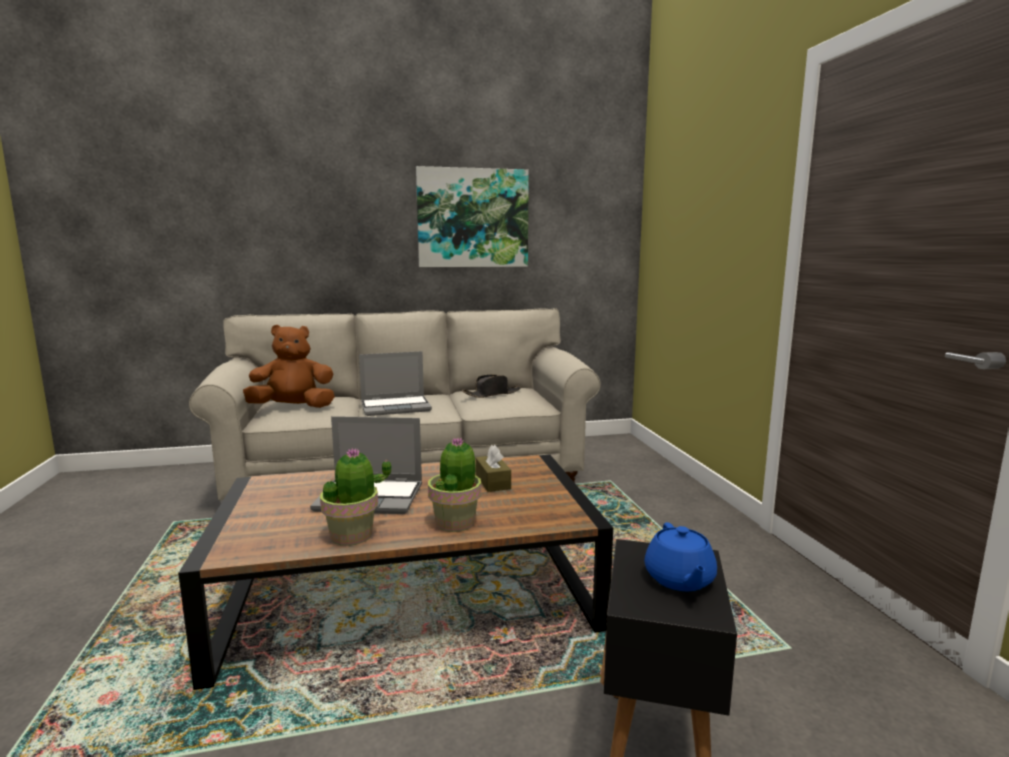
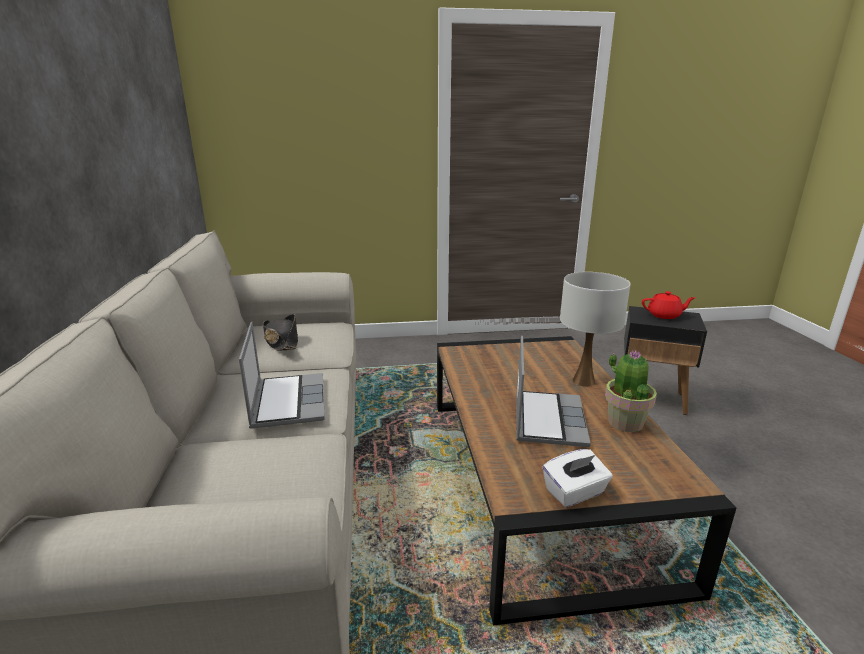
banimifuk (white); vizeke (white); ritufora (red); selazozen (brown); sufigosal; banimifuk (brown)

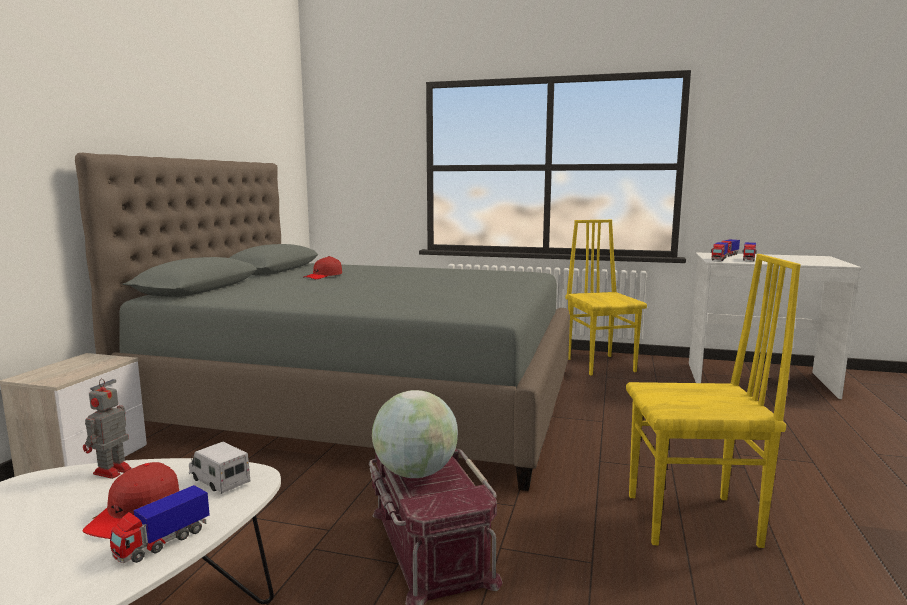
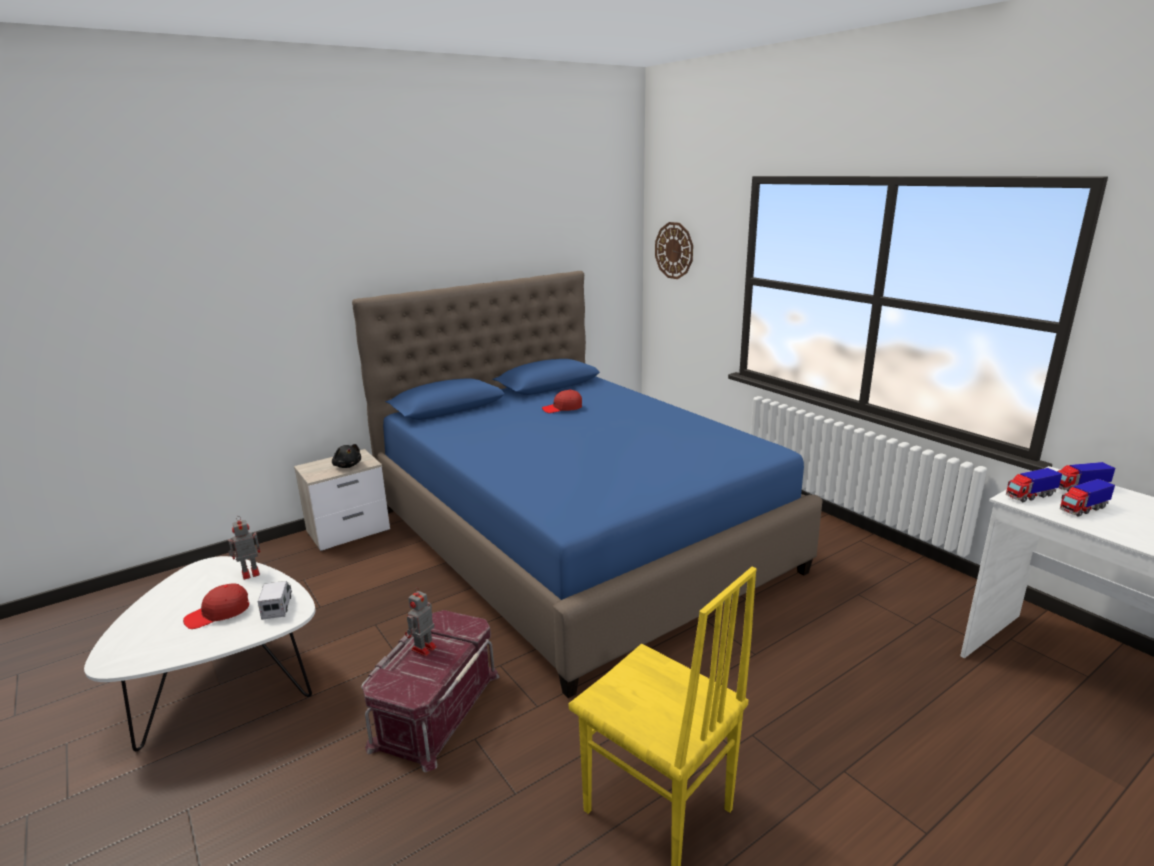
selazozen (black); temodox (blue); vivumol (no. 2 from left); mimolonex; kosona (no. 1 from left in the first image); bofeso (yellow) (no. 1 from left in the first image)

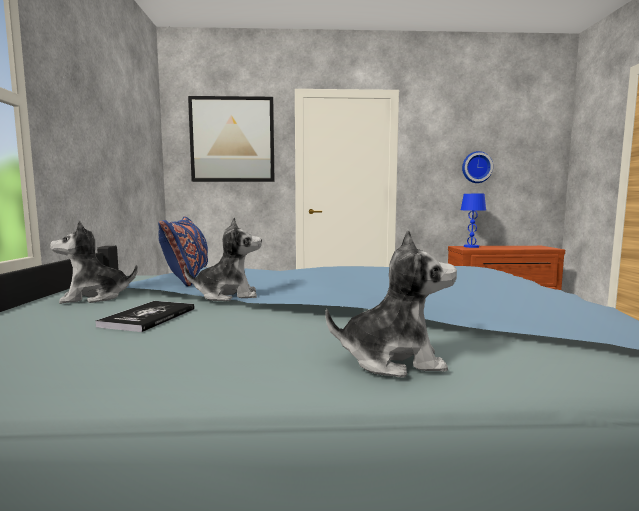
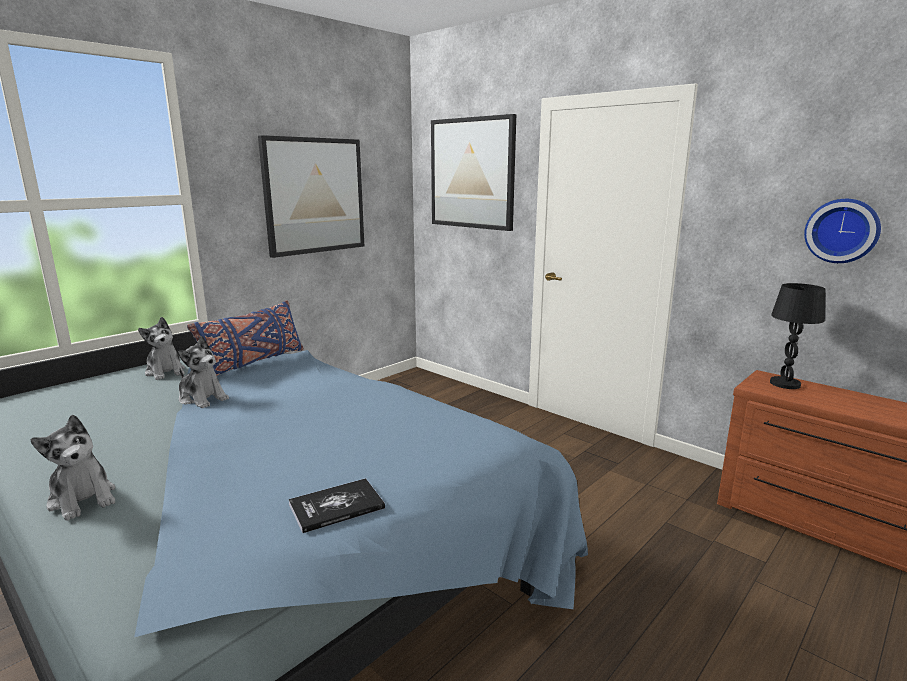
selazozen (no. 2 from left); sufigosal (no. 1 from left); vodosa; vizeke (black)

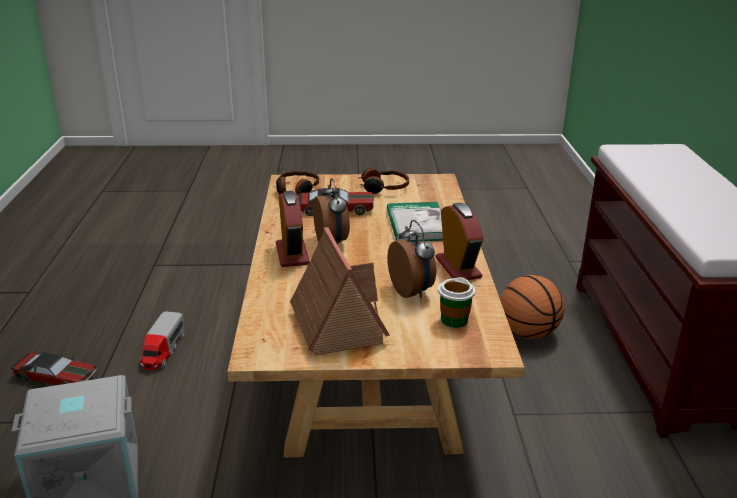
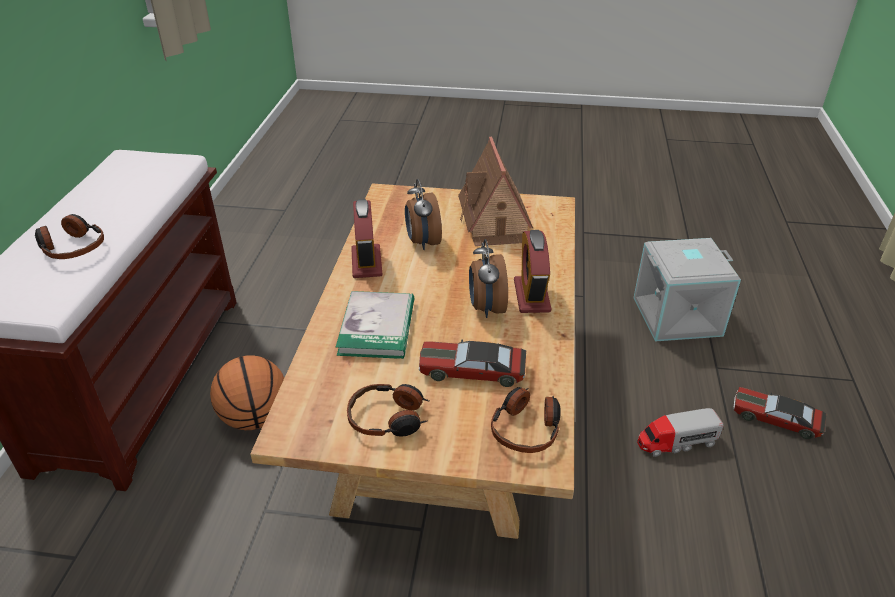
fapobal (no. 1 from left); kosona; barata

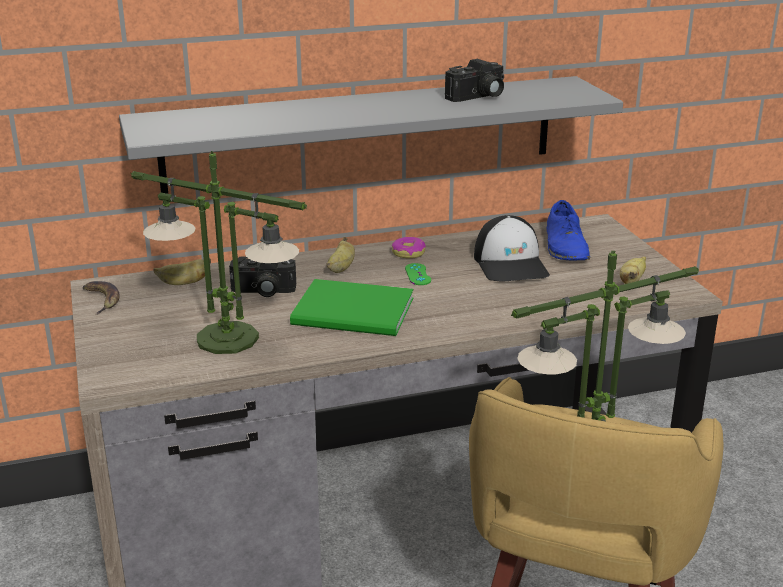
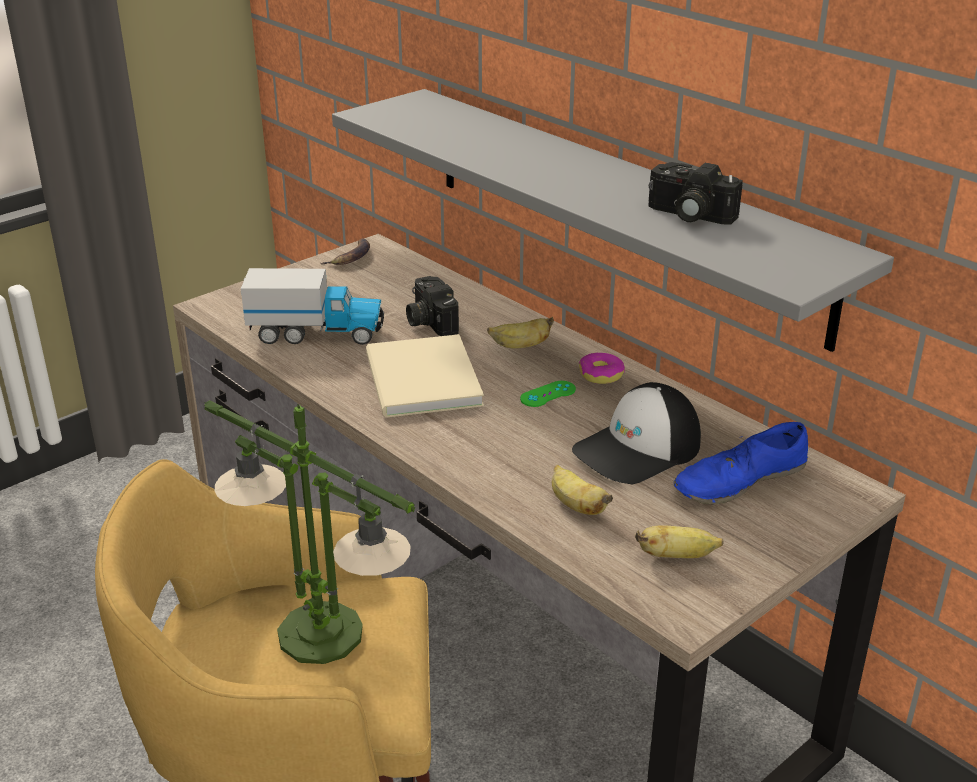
kosona; vodosa (beige); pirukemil (no. 3 from left)

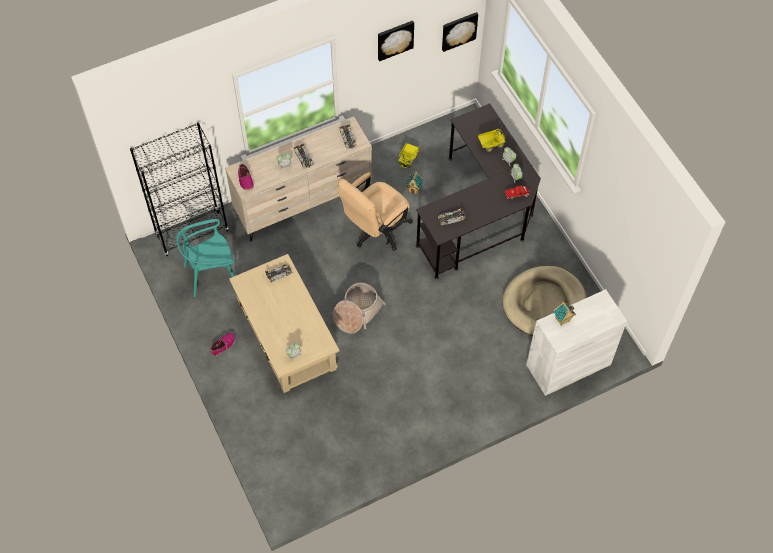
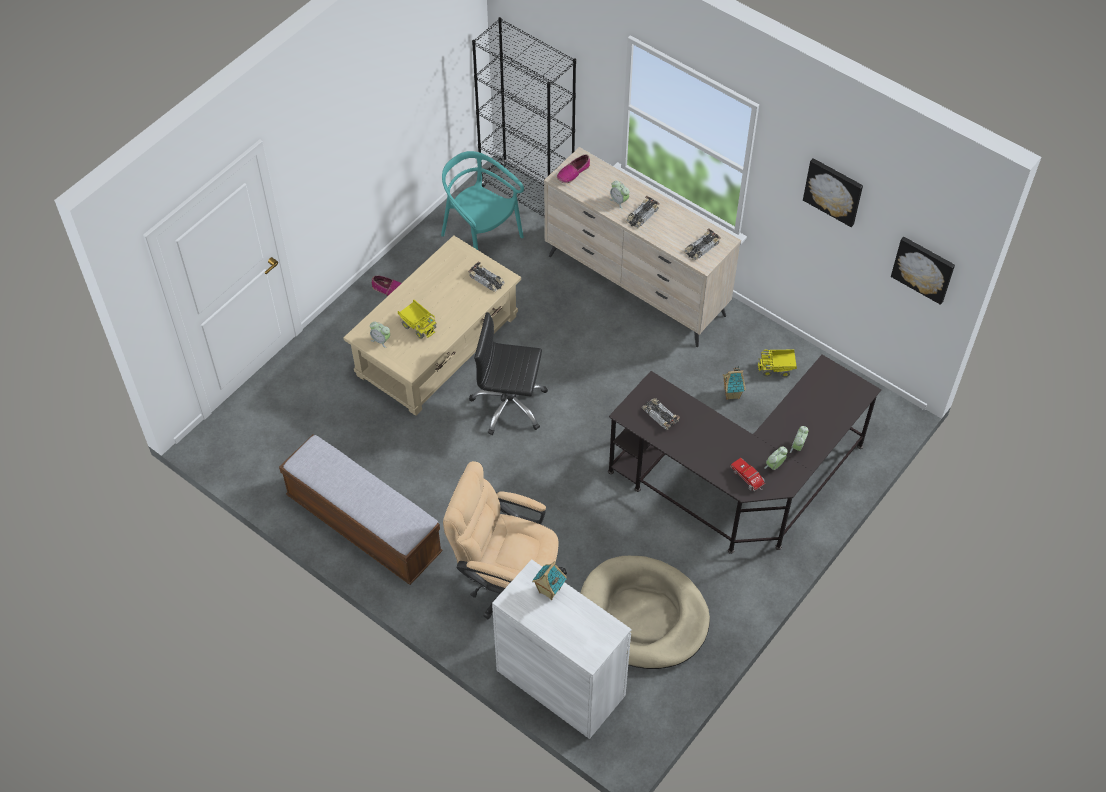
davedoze; kosona (no. 1 from left); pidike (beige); pidike (black)

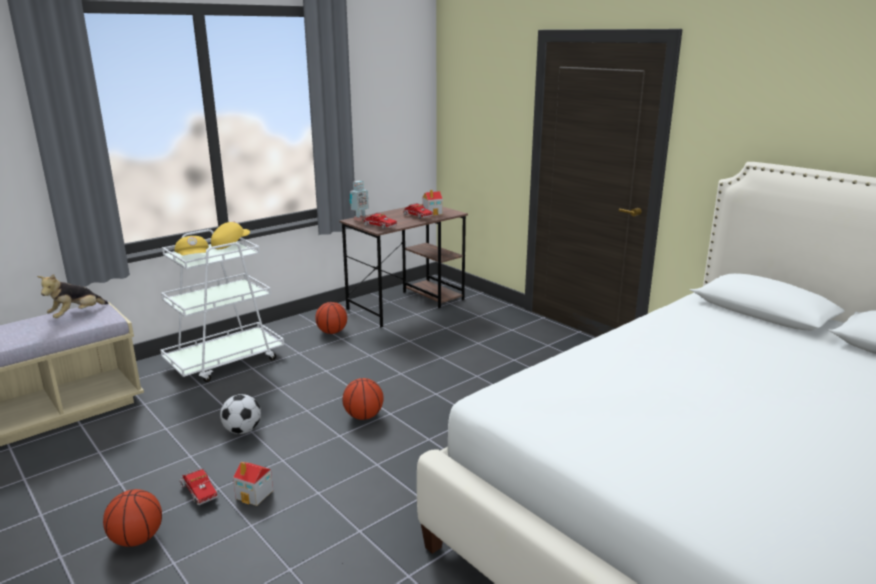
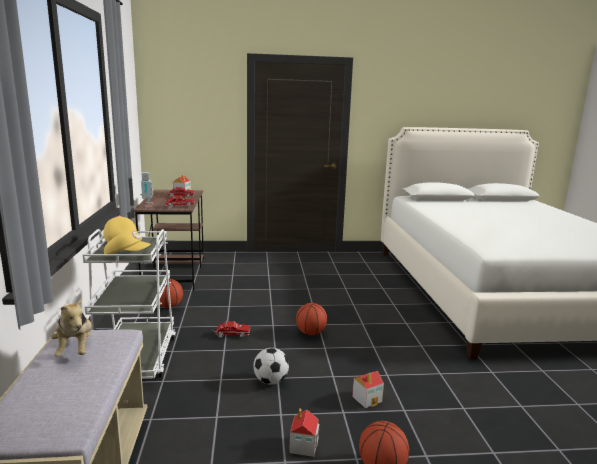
kosona (no. 3 from left); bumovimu (no. 2 from left)

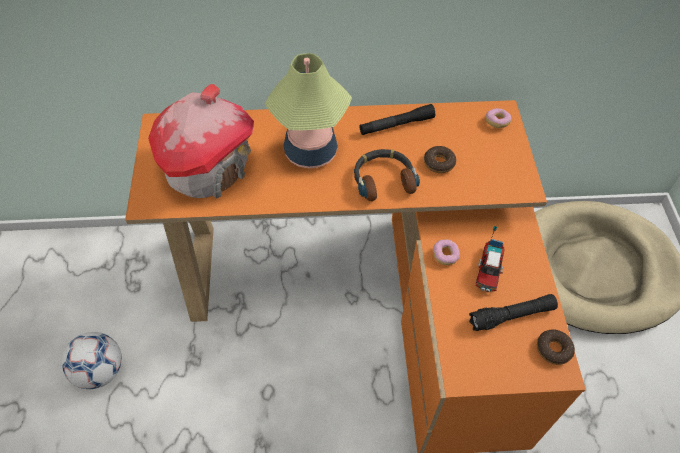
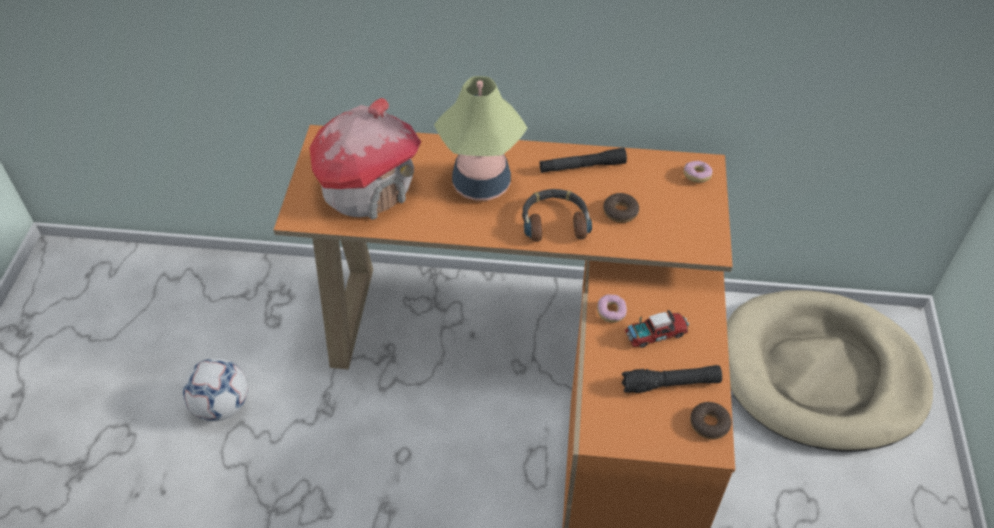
kosona

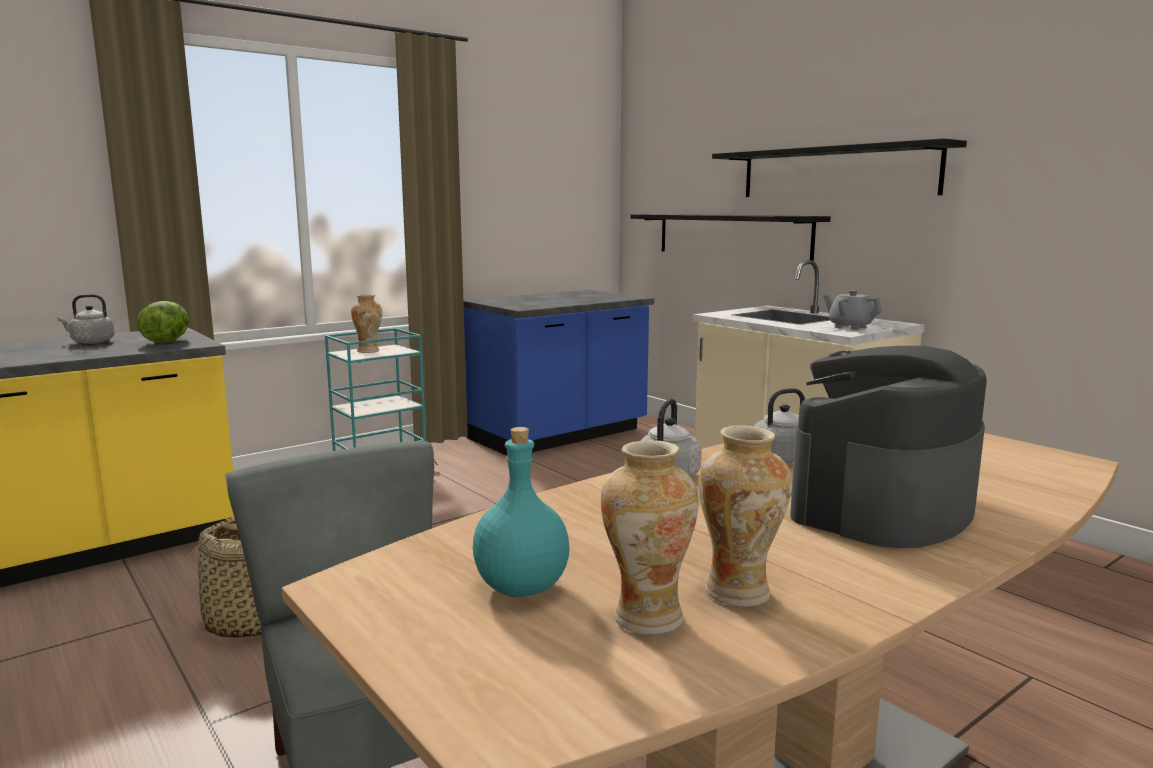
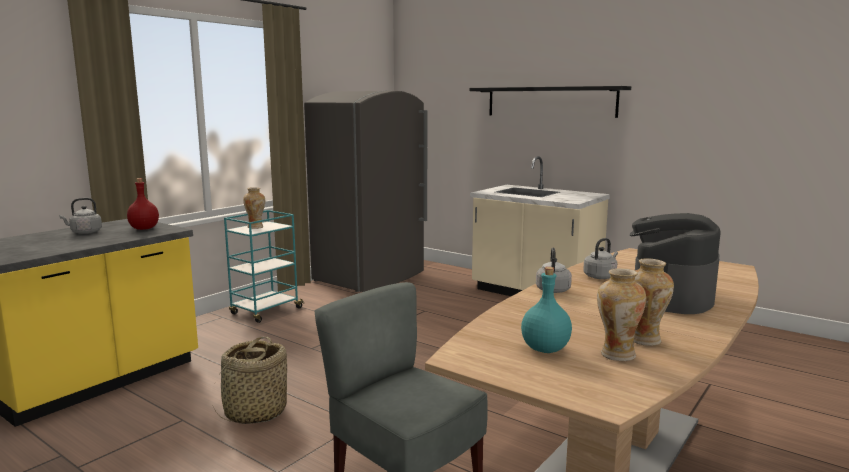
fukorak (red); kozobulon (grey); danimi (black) (no. 1 from left in the first image); ritufora (grey)

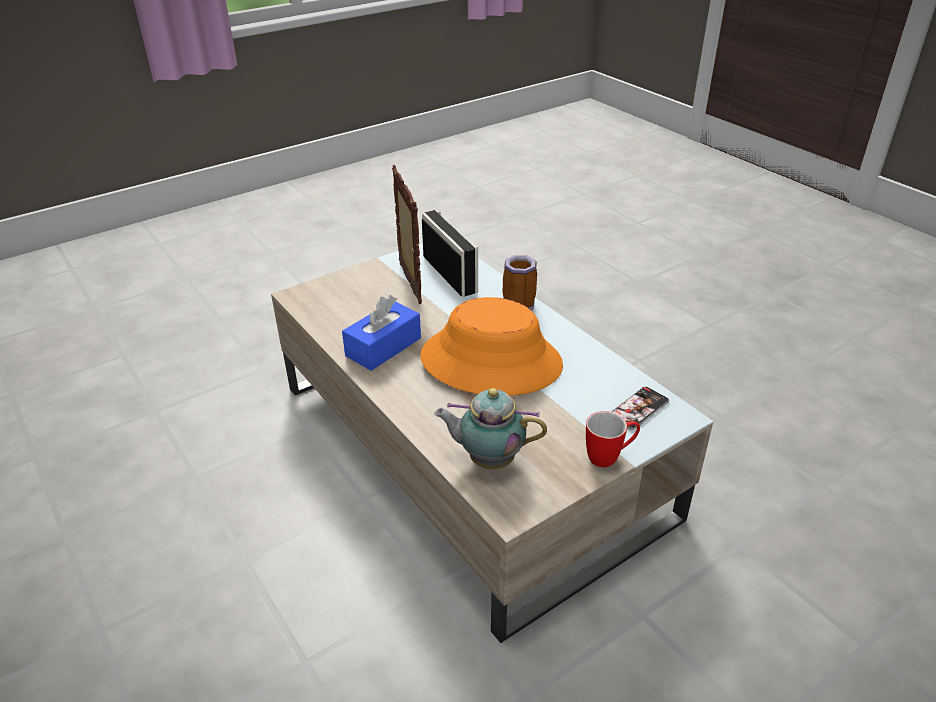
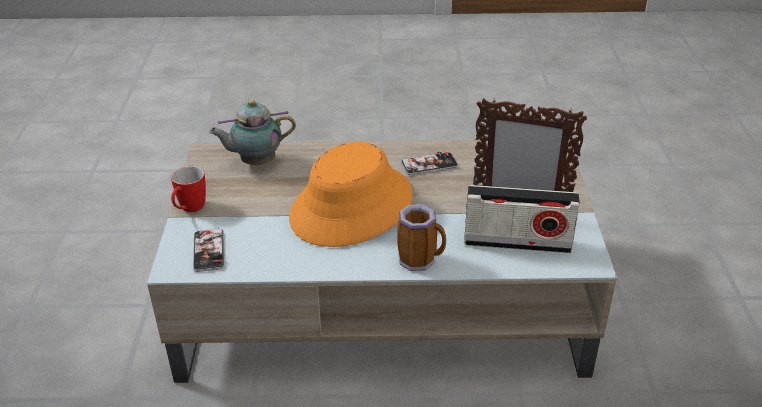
ritufora; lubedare (no. 2 from left)

